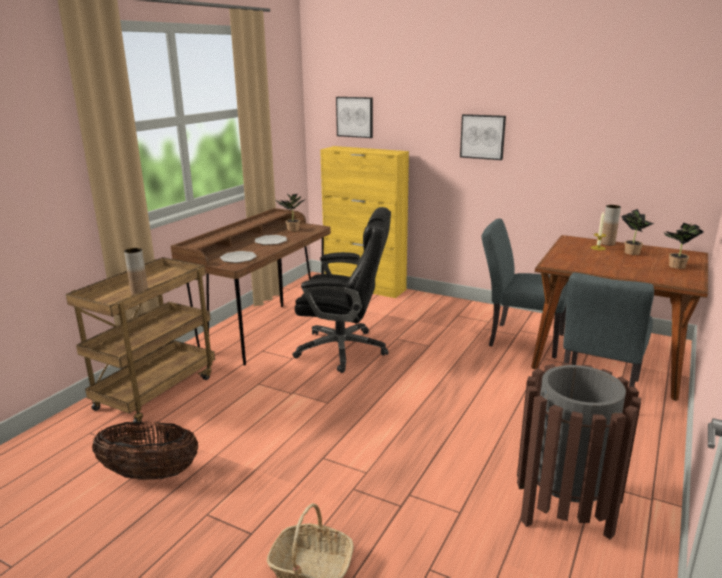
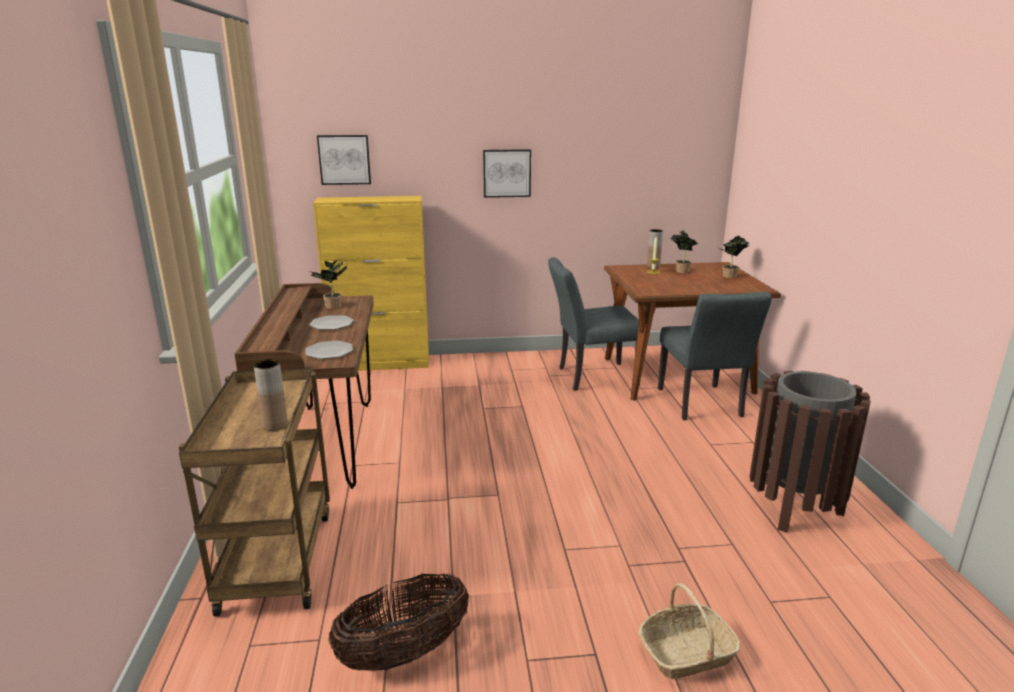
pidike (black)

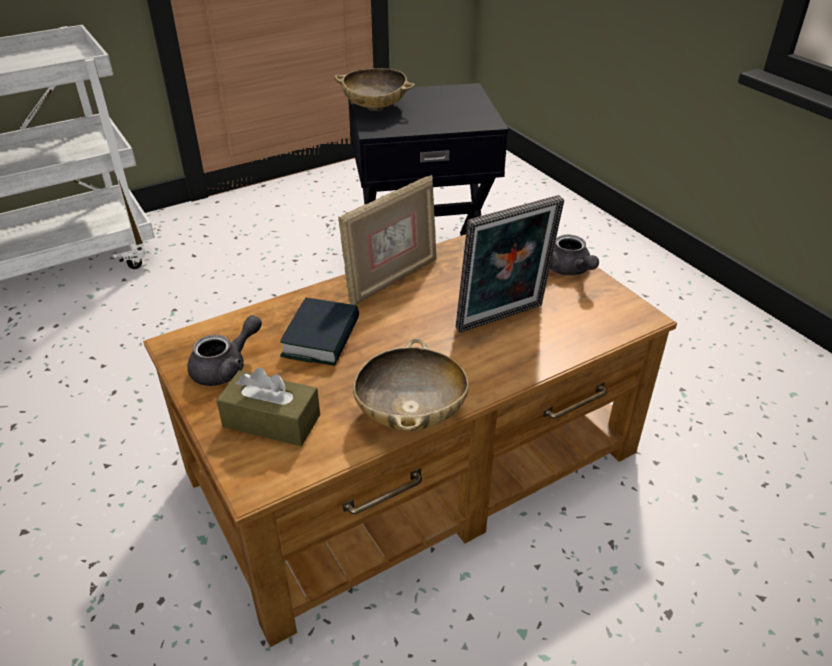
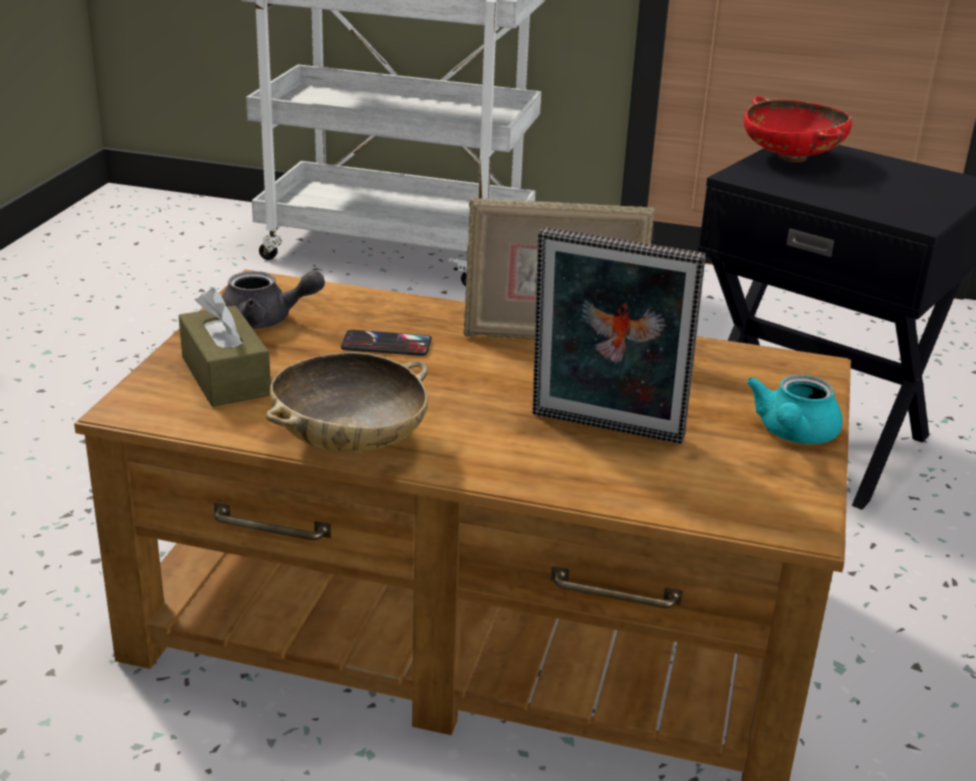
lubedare; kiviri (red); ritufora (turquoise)

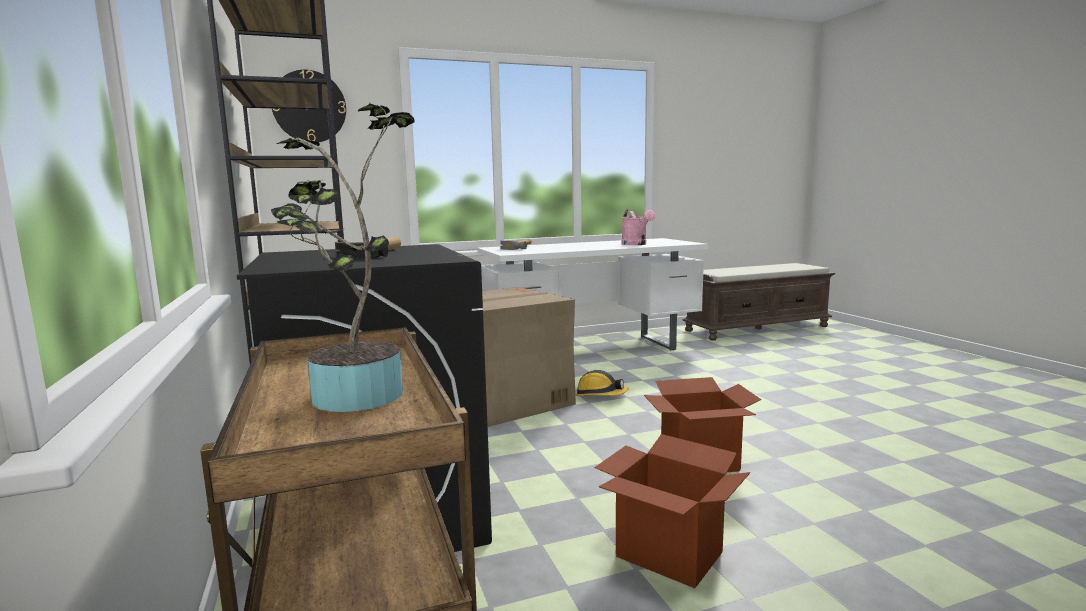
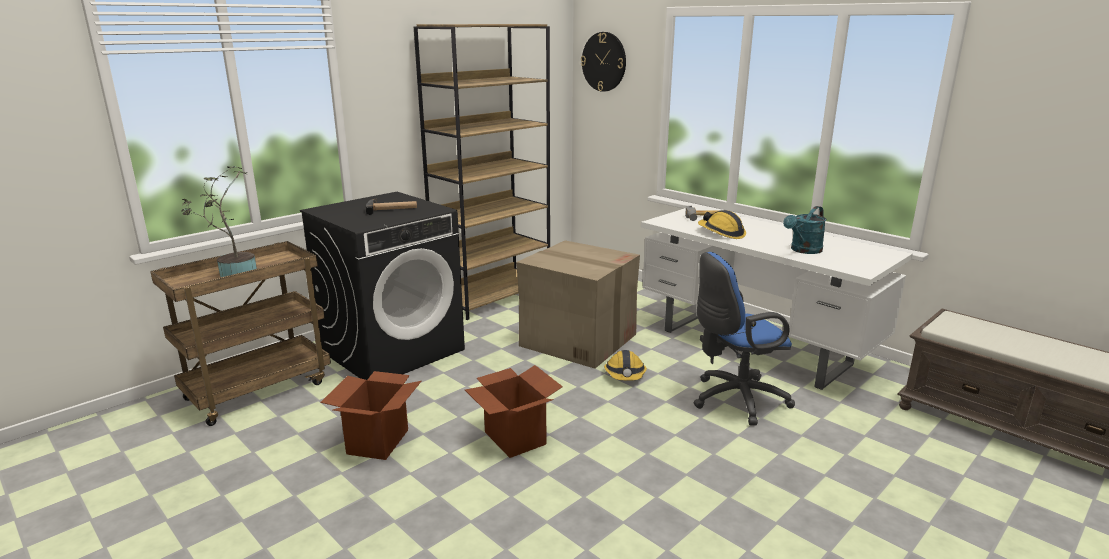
pidike (blue); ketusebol (no. 2 from left); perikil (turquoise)

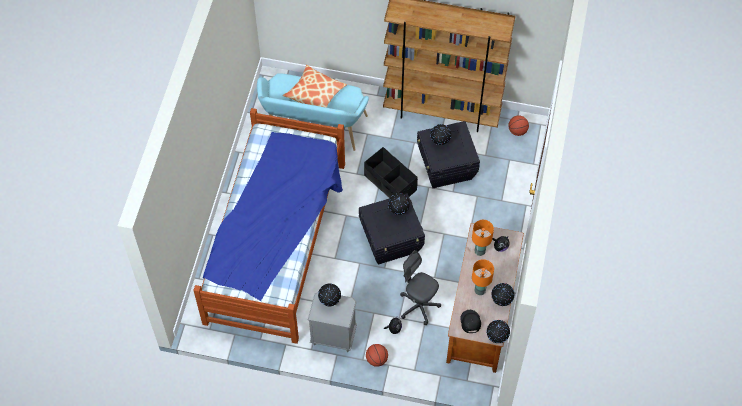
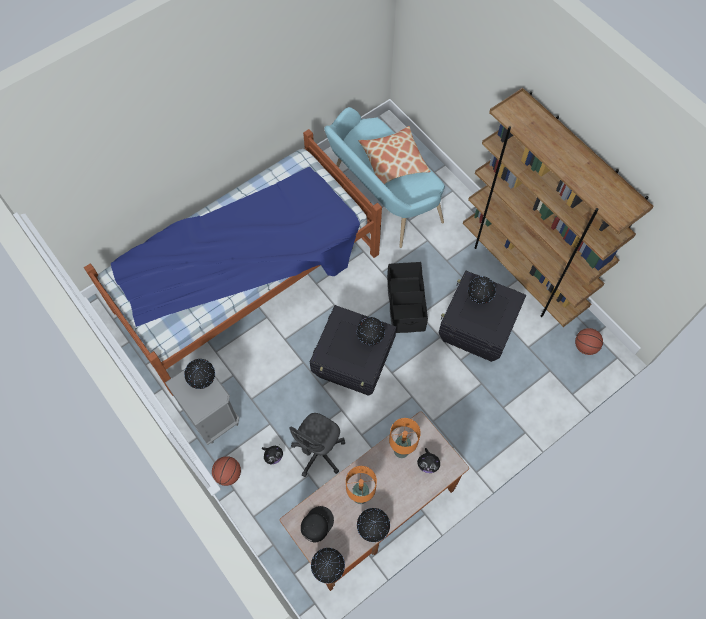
pidike (grey)

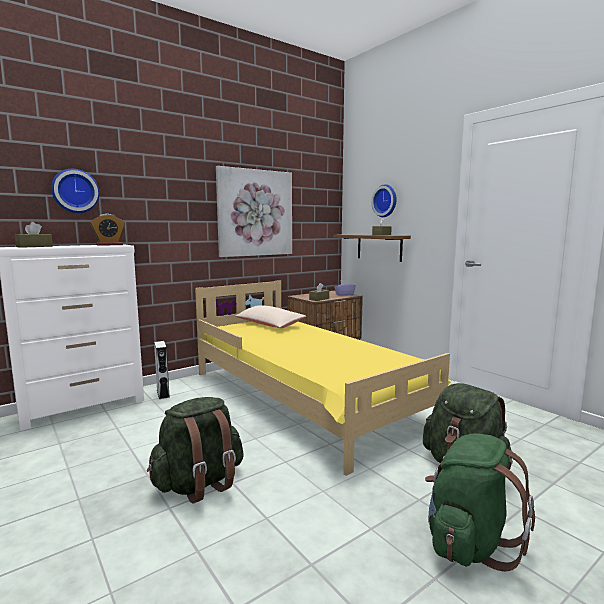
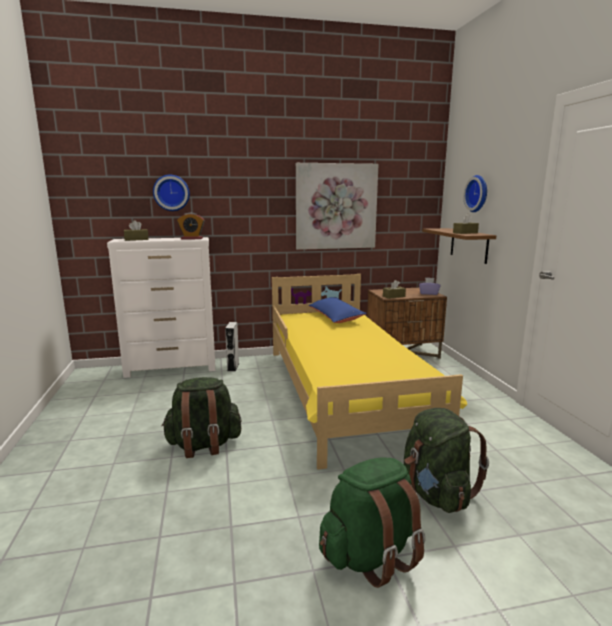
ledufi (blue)

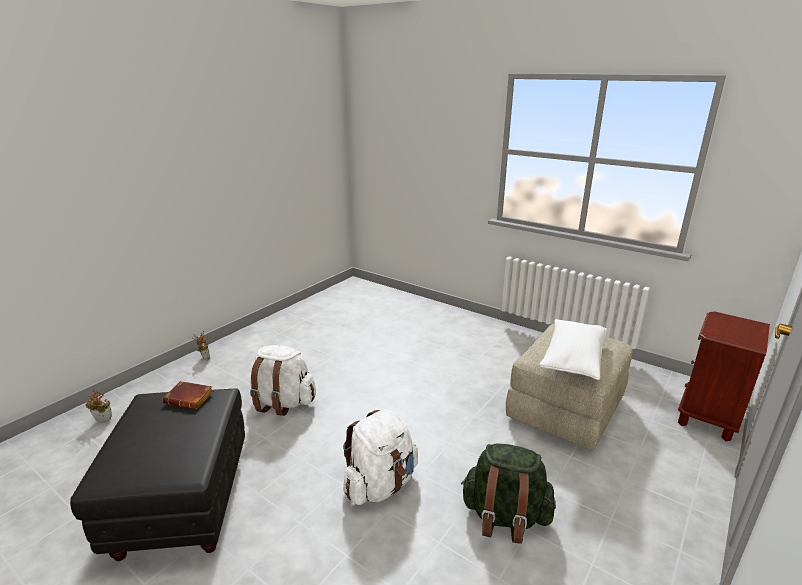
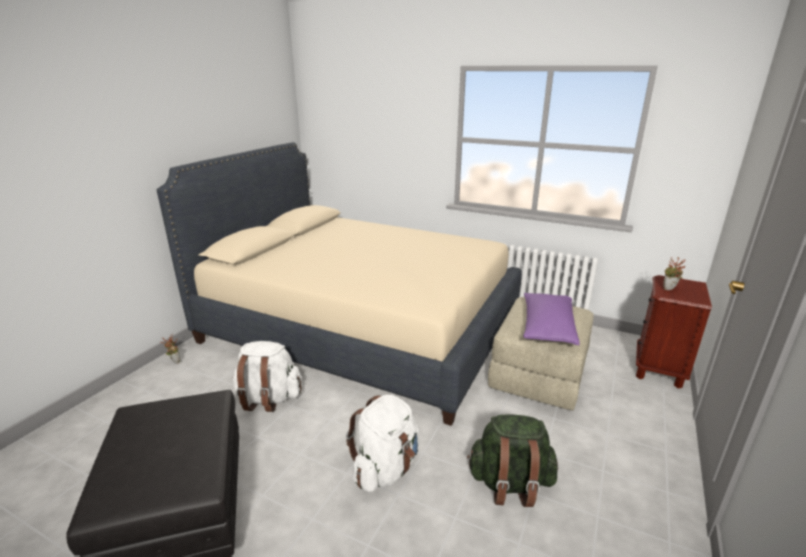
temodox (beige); ledufi (purple); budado (no. 2 from left); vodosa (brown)

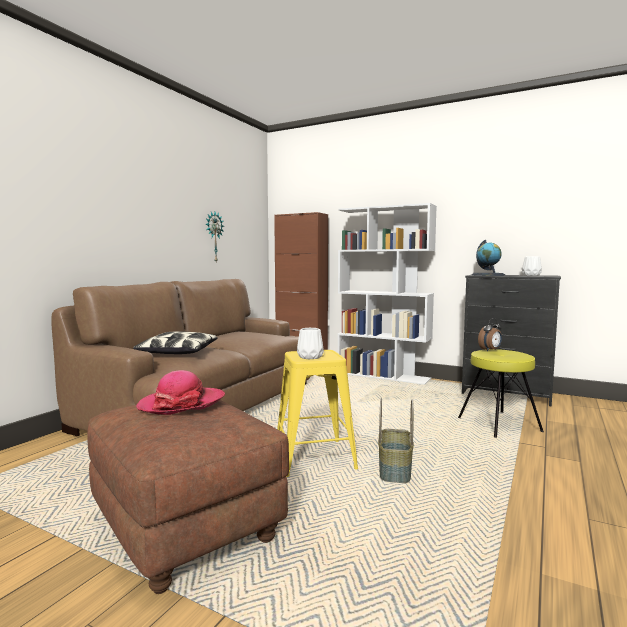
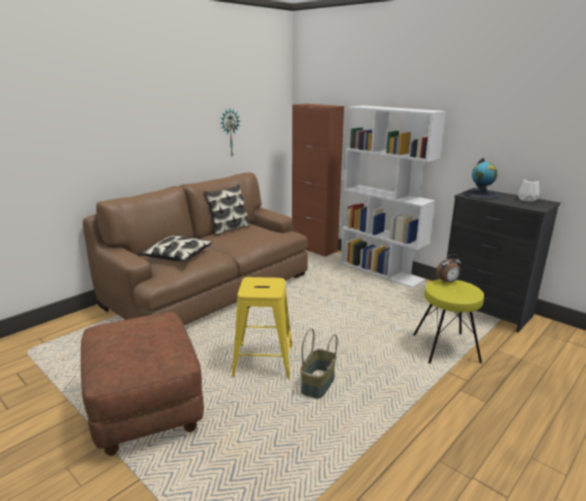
ledufi (no. 2 from left); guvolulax; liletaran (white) (no. 1 from left in the first image)

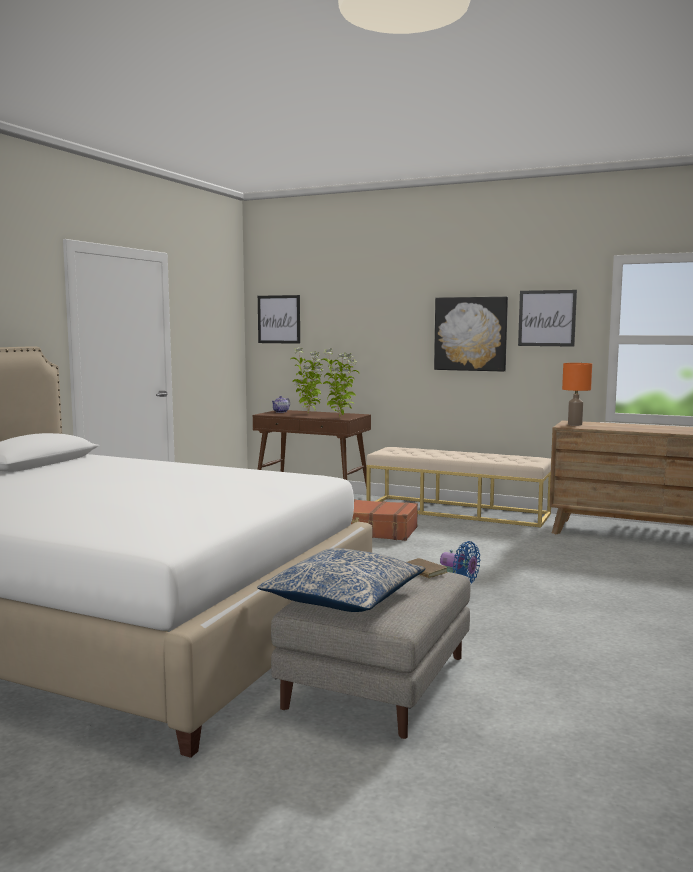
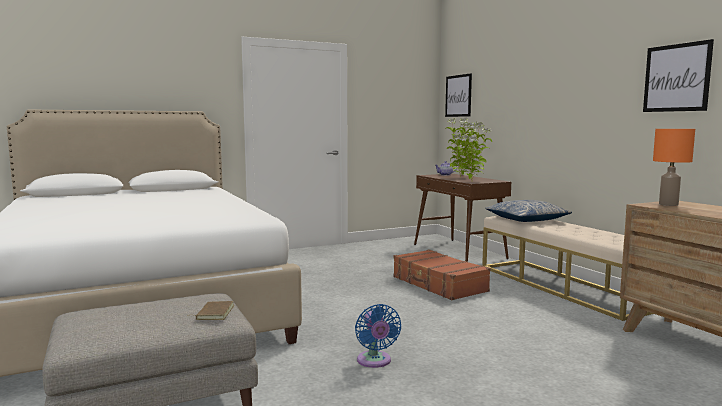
ledufi; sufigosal (no. 2 from left in the first image)

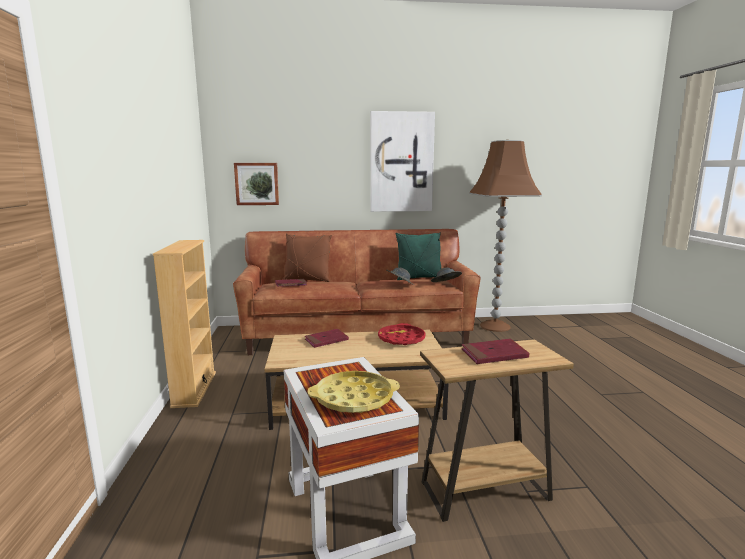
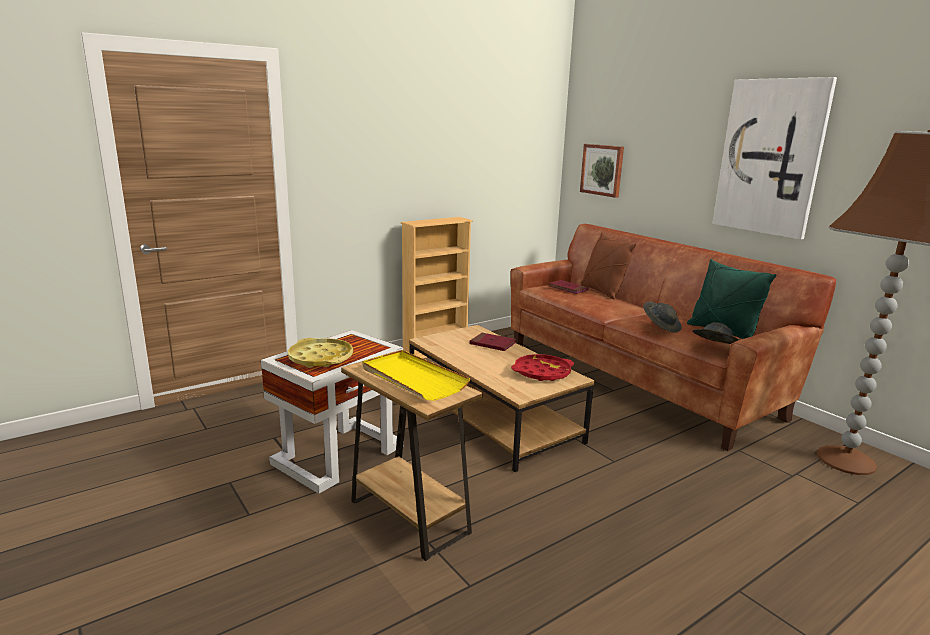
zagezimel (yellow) (no. 2 from left)

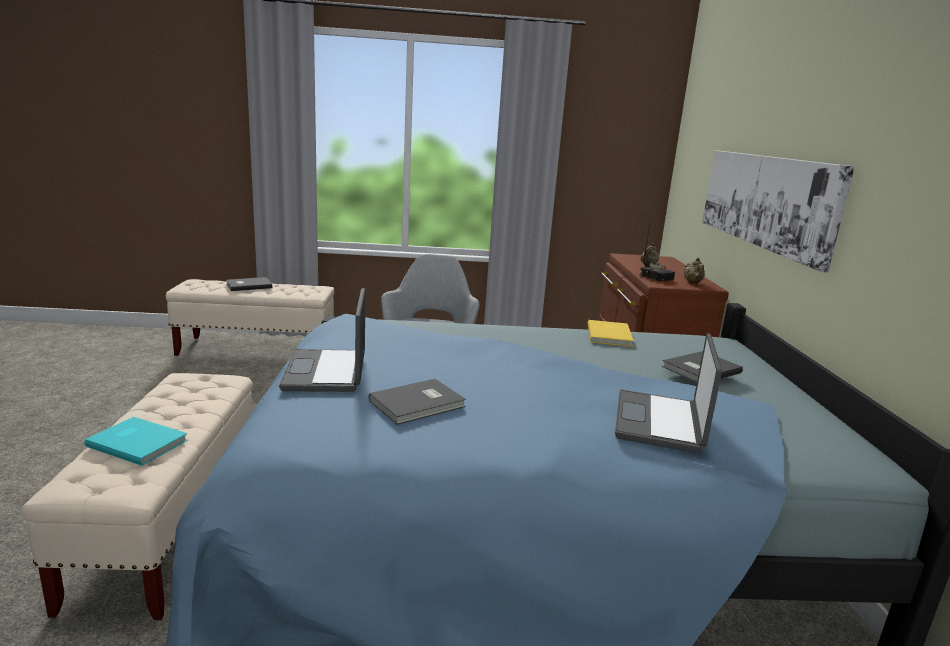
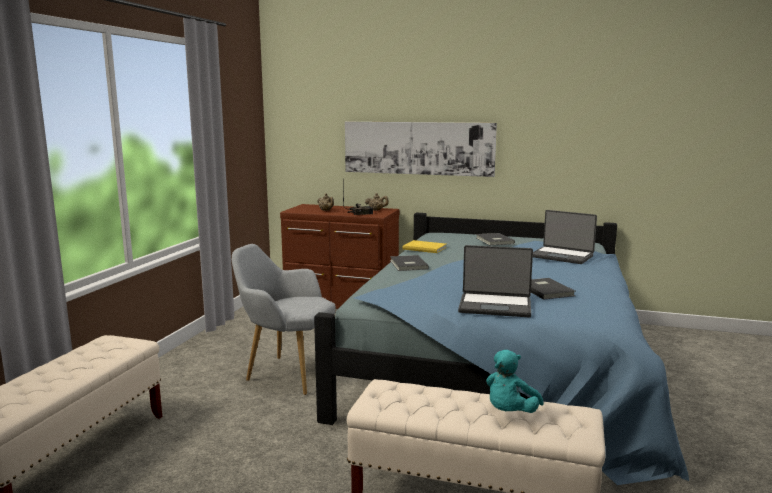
vodosa (grey) (no. 1 from left); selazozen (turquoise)

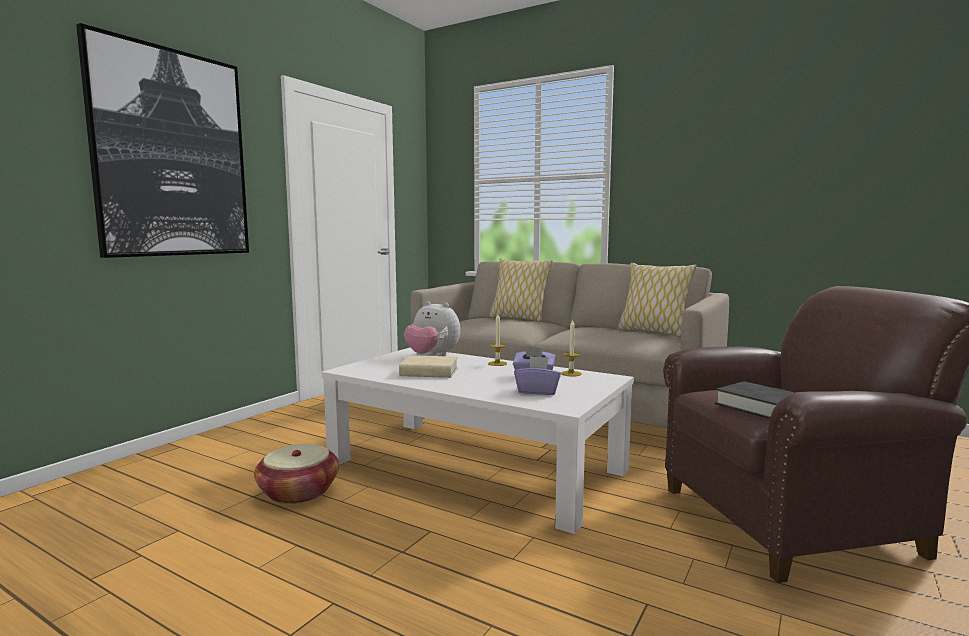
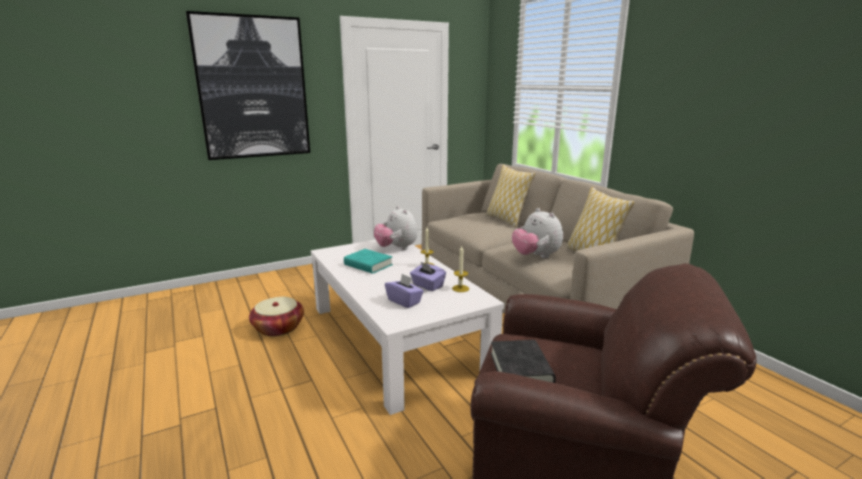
vodosa (turquoise); selazozen (no. 2 from left)

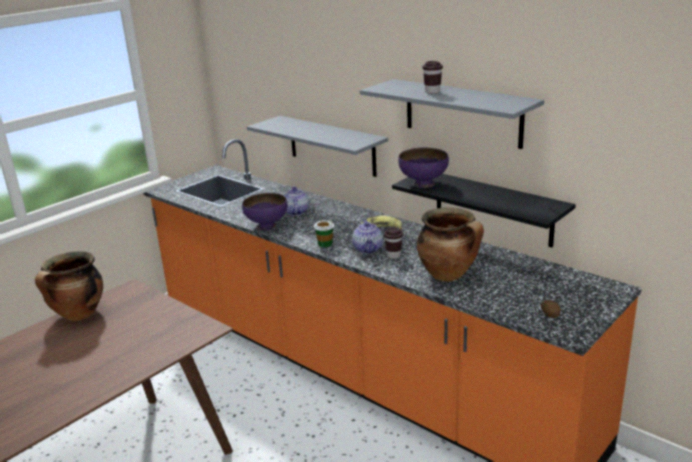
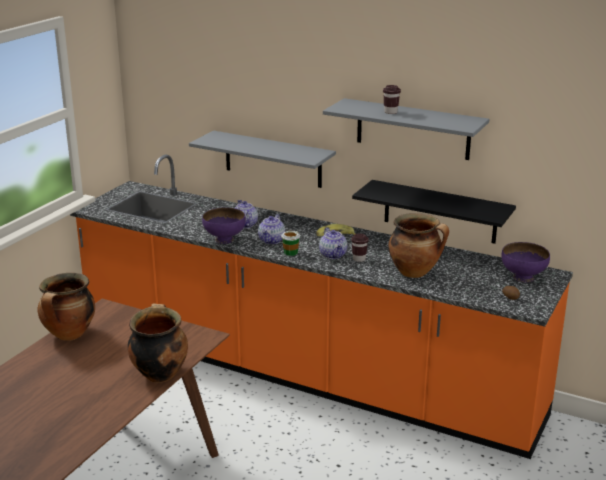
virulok (no. 2 from left); ritufora (no. 2 from left); kiviri (purple) (no. 2 from left)

